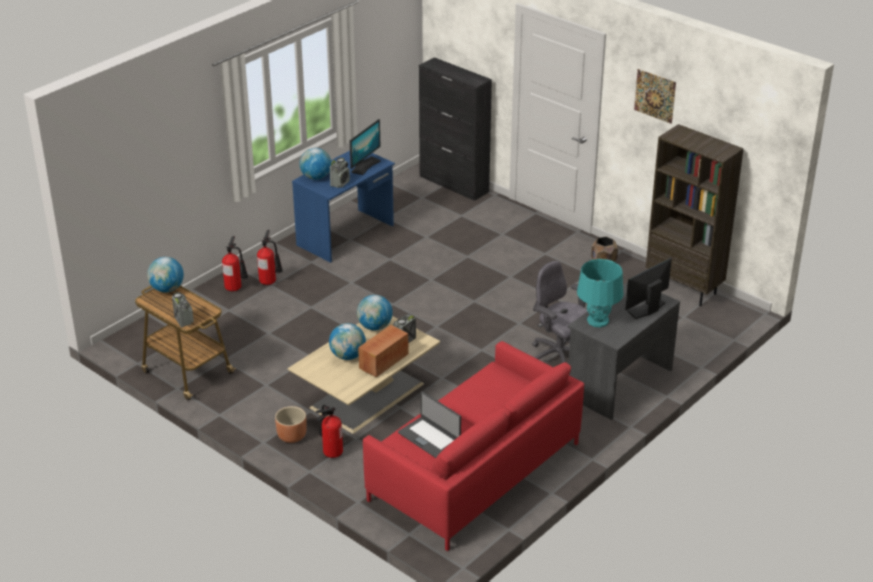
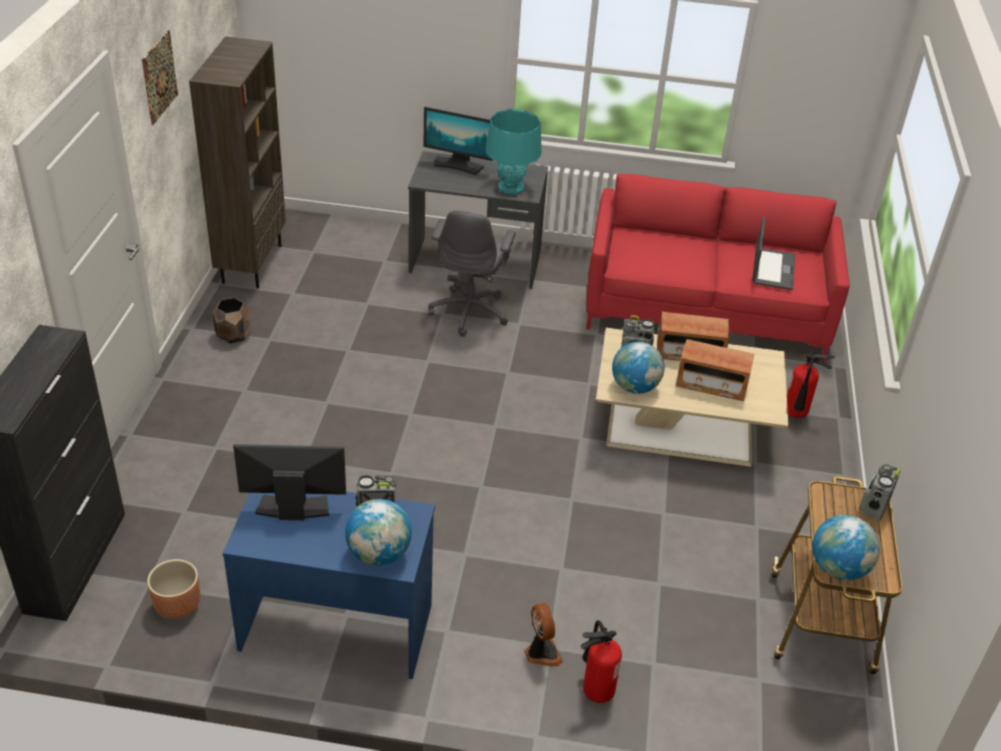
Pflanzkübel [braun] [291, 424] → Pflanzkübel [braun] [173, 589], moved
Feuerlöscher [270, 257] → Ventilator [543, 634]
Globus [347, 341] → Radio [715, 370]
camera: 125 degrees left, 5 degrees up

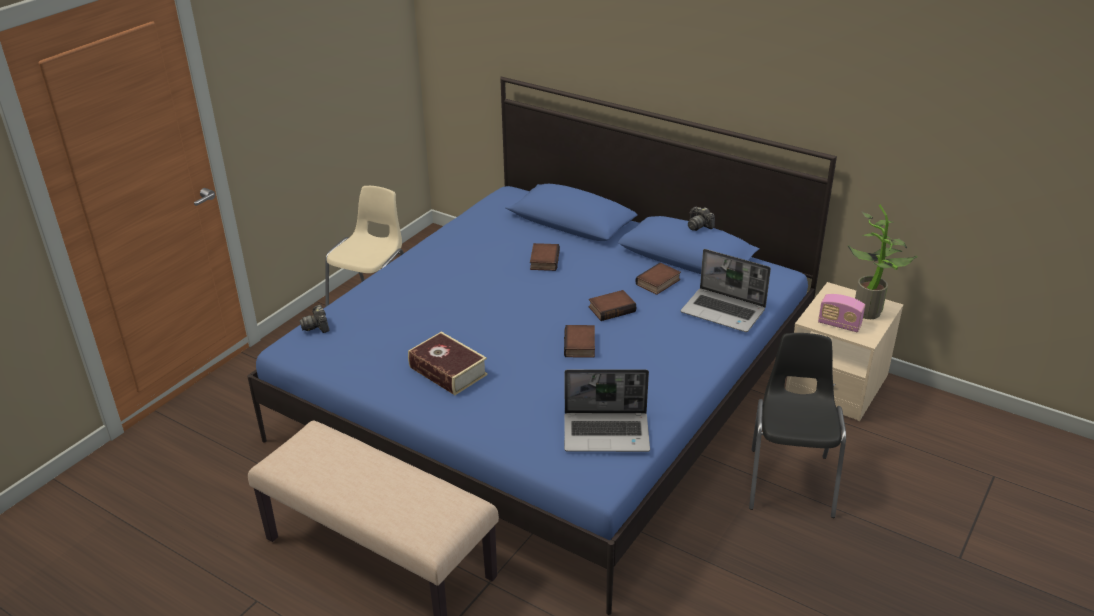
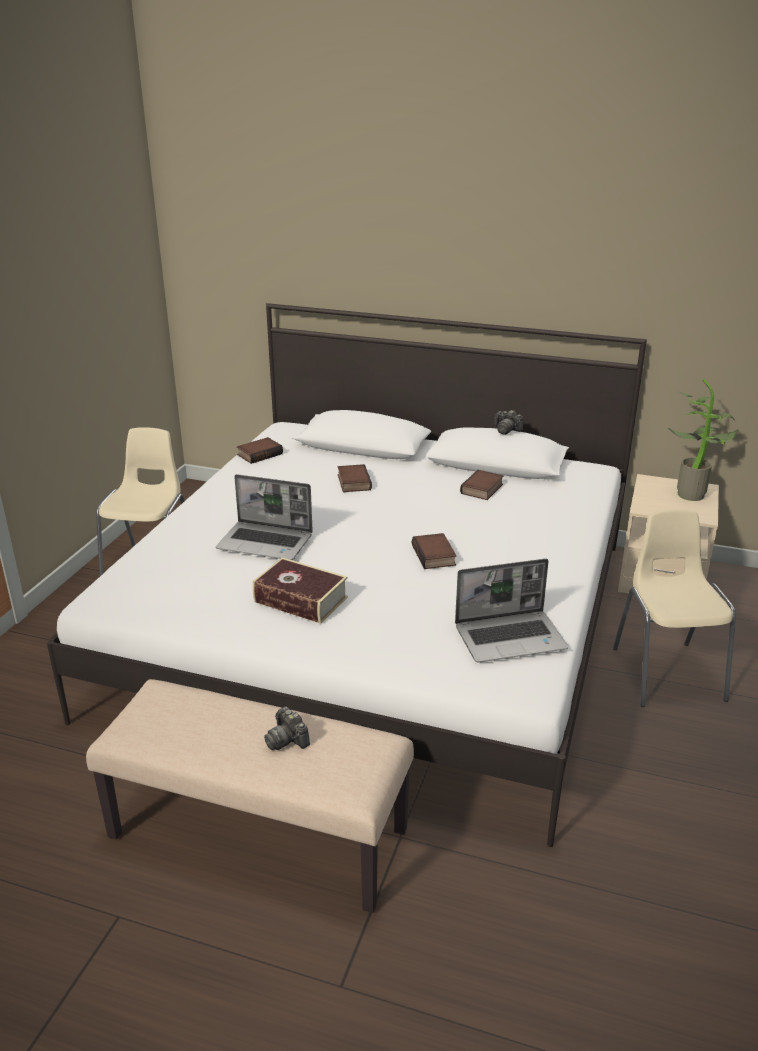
Radio [841, 313] → -
Kamera [314, 319] → Kamera [287, 728], moved
Buch [612, 305] → Buch [260, 450], moved
Laptop [726, 290] → Laptop [264, 517], moved
Bett [blau] [542, 346] → Bett [weiß] [347, 575]
Stuhl [schwarz] [797, 425] → Stuhl [beige] [674, 608]
camera: 15 degrees left, 5 degrees down

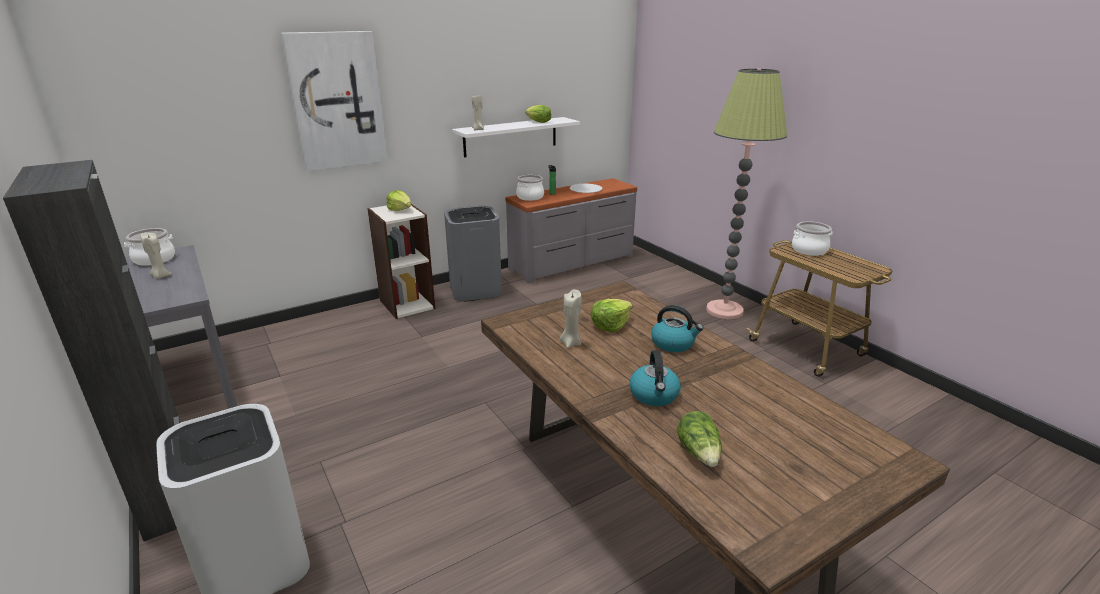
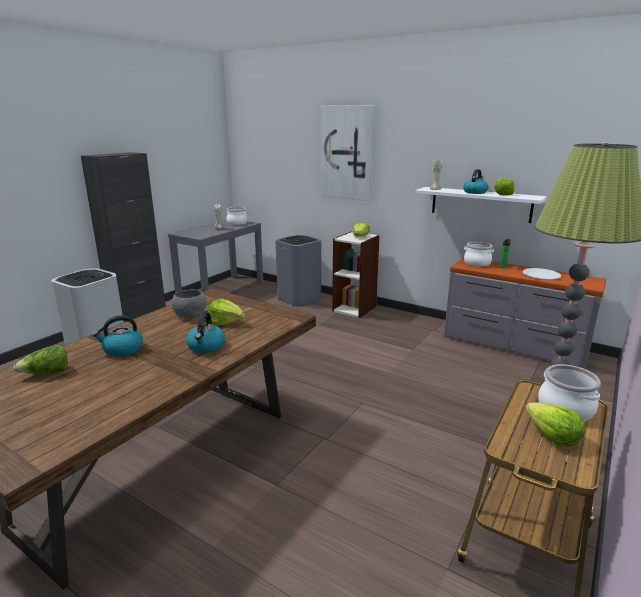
- → Wasserkessel [475, 181]
- → Salatkopf [555, 425]
Mülleimer [grau] [473, 253] → Mülleimer [grau] [298, 270], moved
Kerze [beige] [571, 318] → Schüssel [grau] [189, 303]
camera: 65 degrees right, 5 degrees down

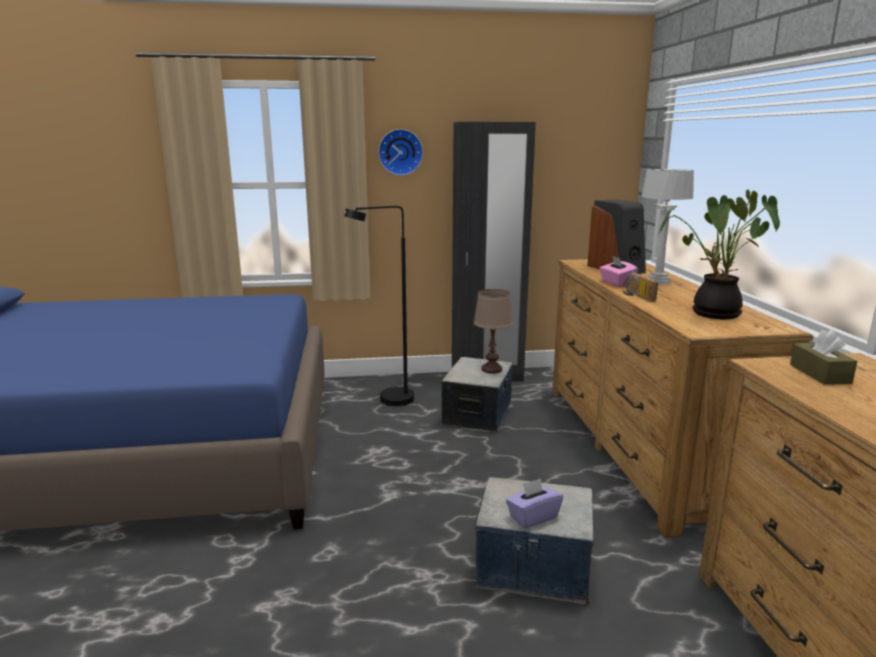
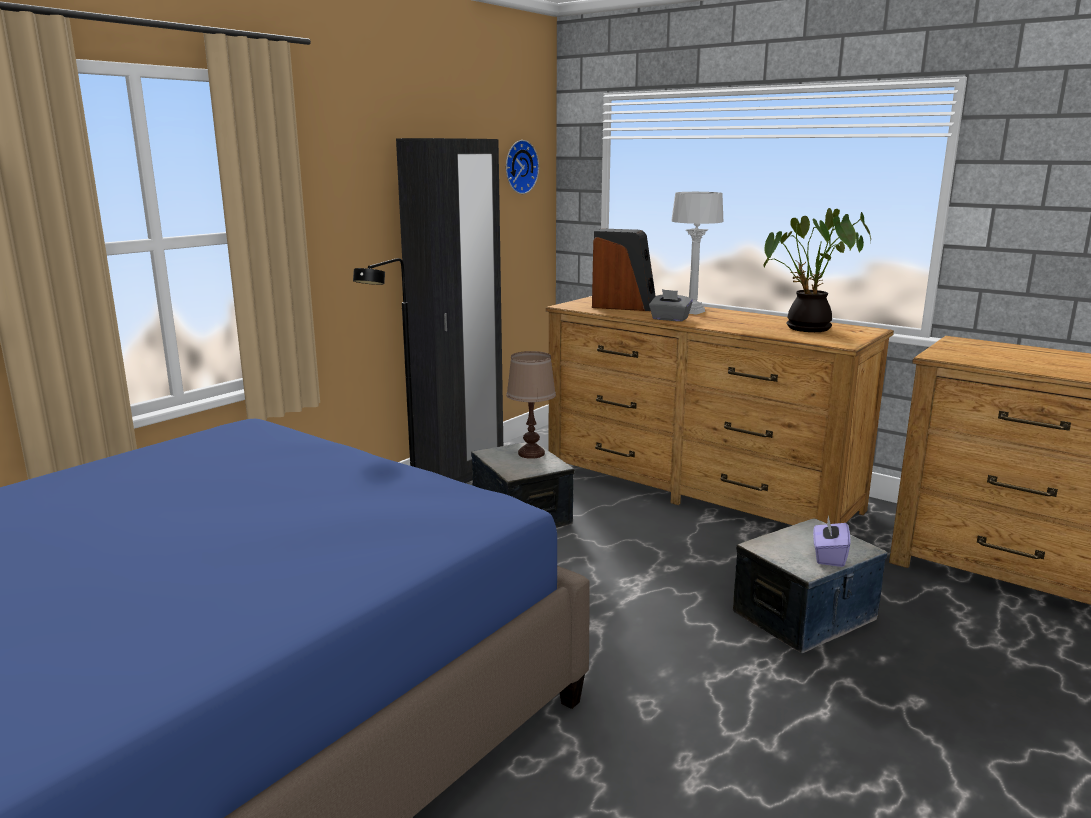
Radio [640, 287] → -
Taschentuchbox [braun] [823, 357] → -
Wanduhr [400, 152] → Wanduhr [522, 167], moved
Taschentuchbox [rosa] [619, 271] → Taschentuchbox [grau] [671, 305]
camera: 45 degrees left, 0 degrees up

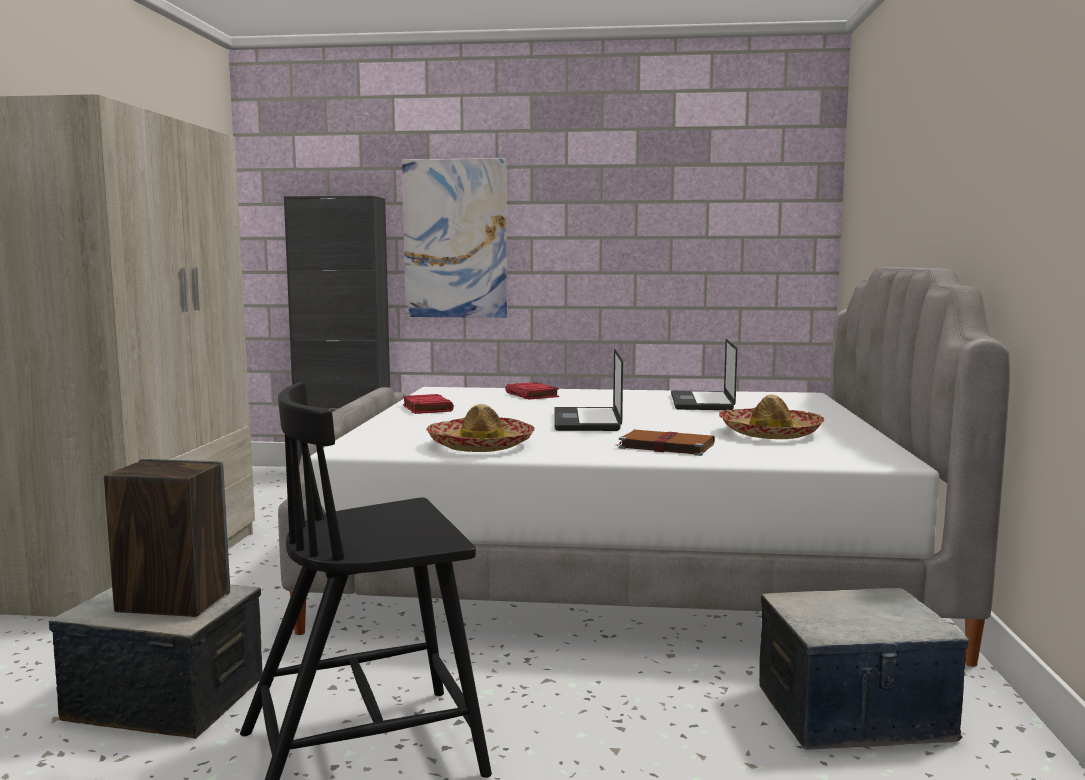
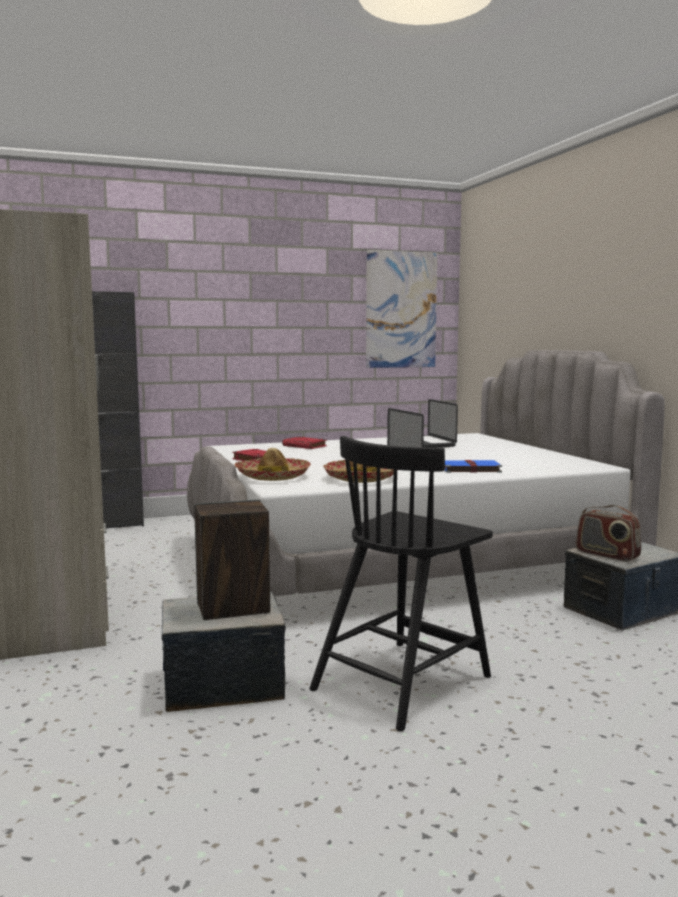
- → Radio [608, 533]
Bild [454, 238] → Bild [401, 309], moved
Hut [771, 416] → Hut [273, 464], moved
Buch [braun] [664, 443] → Buch [blau] [473, 466]
camera: 25 degrees left, 0 degrees up

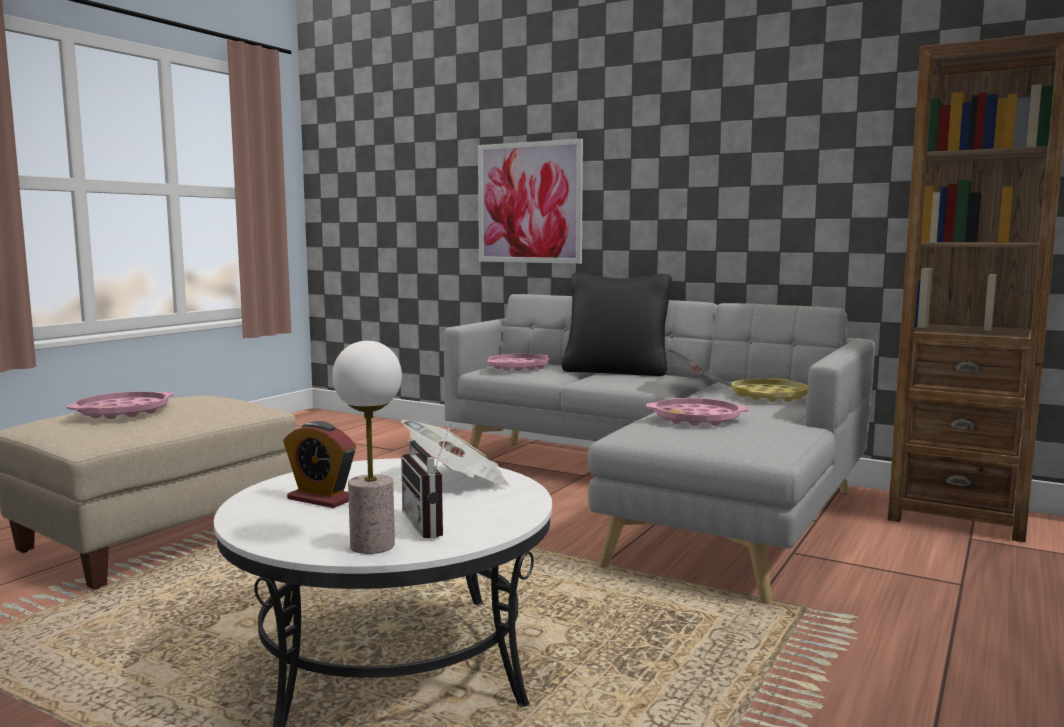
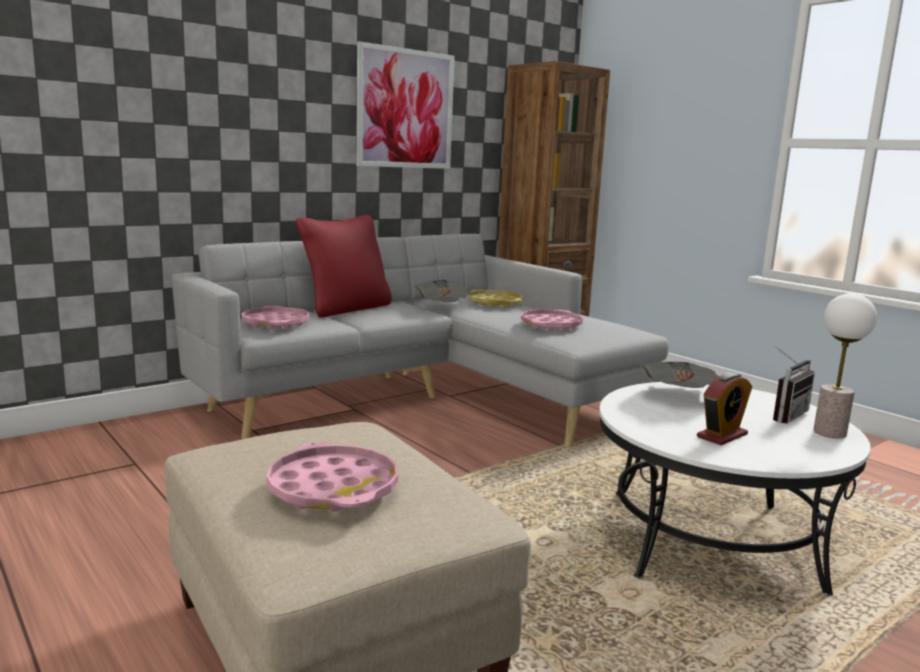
Bild [530, 201] → Bild [405, 105], moved
Kissen [schwarz] [616, 324] → Kissen [rot] [343, 266]
Radio [426, 481] → Radio [794, 384], 45 degrees counterclockwise
camera: 70 degrees left, 5 degrees up

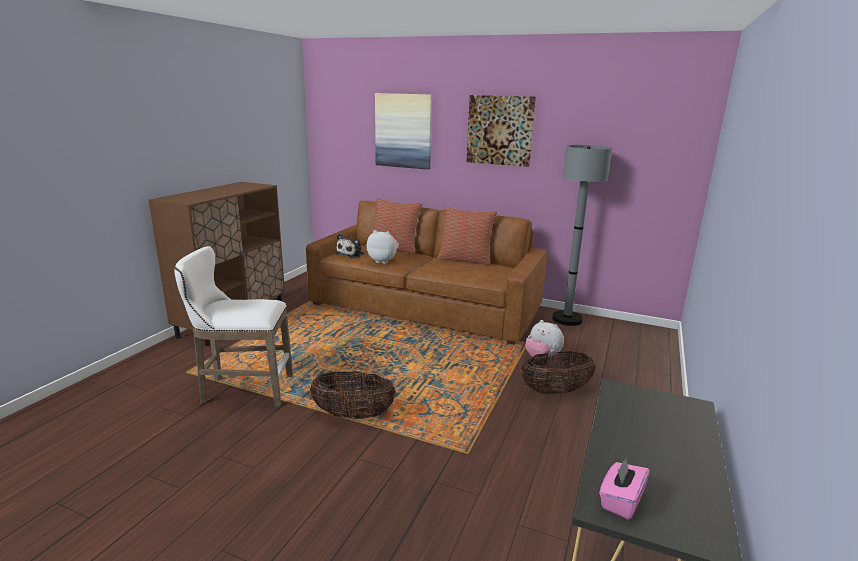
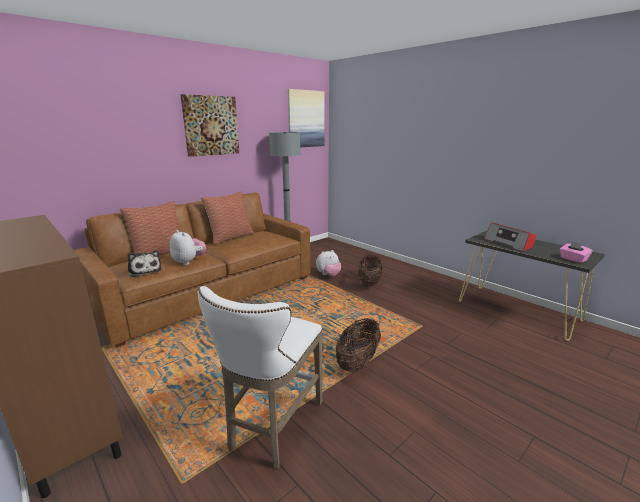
- → Radio [510, 236]
Bild [403, 131] → Bild [306, 118], moved
Plüschtier [383, 247] → Plüschtier [188, 247], 90 degrees clockwise
camera: 65 degrees left, 0 degrees up

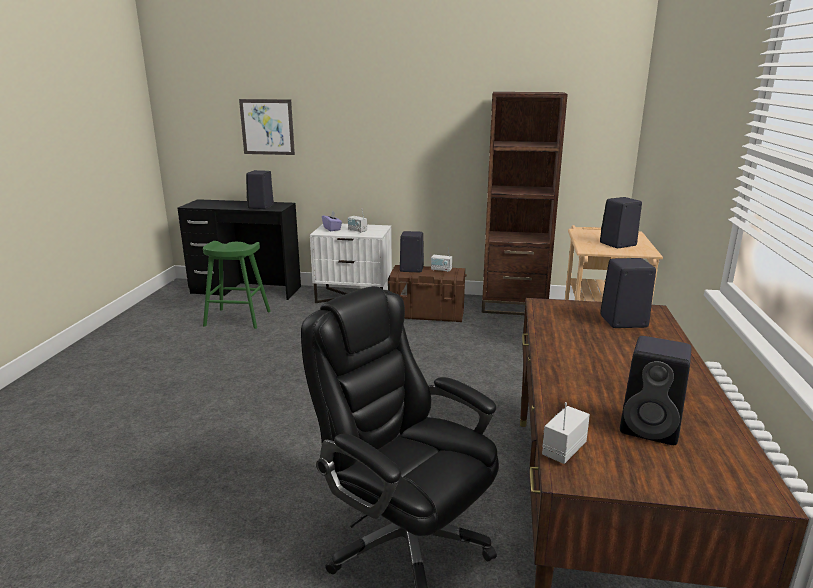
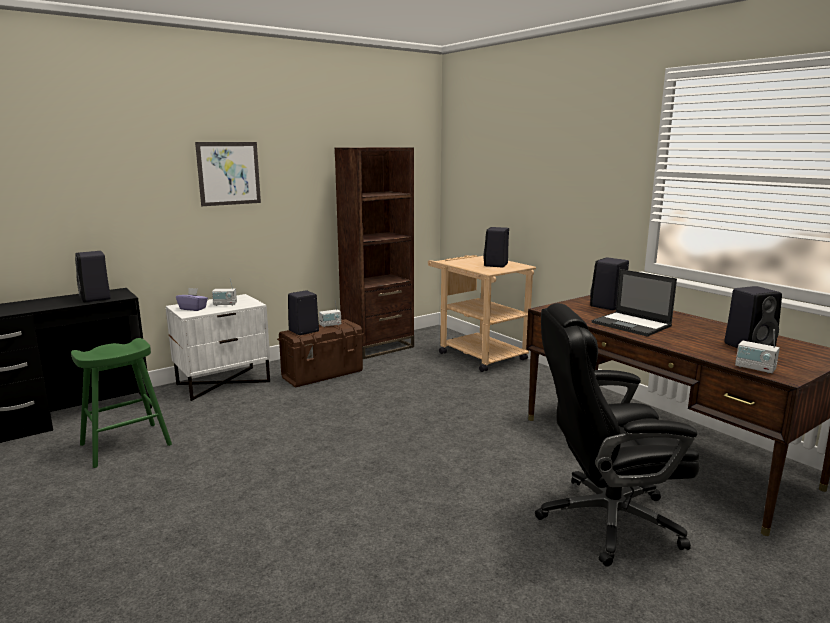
- → Laptop [634, 303]
Bild [267, 127] → Bild [228, 174], moved
Radio [566, 433] → Radio [757, 351], 45 degrees counterclockwise
camera: 45 degrees left, 5 degrees down

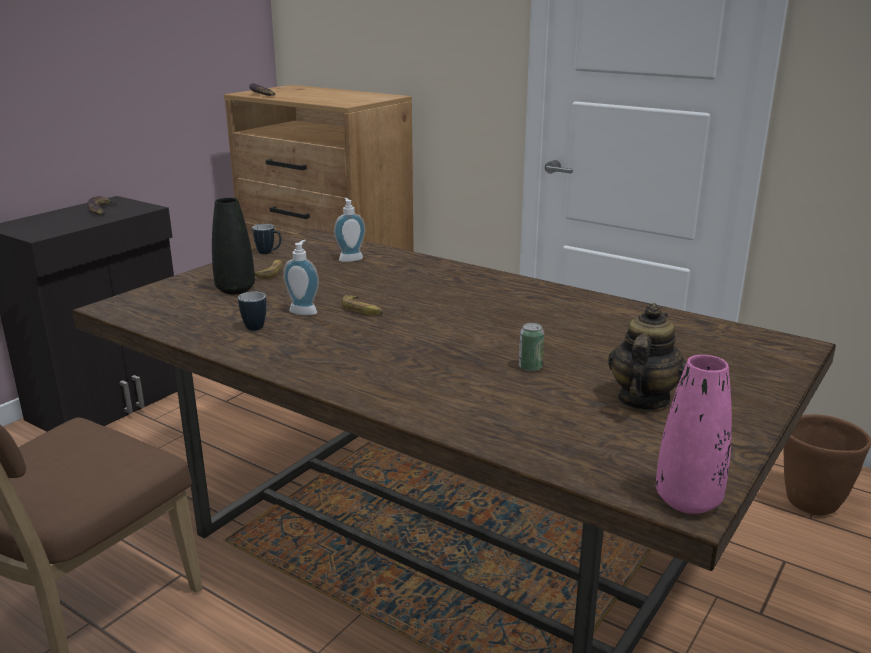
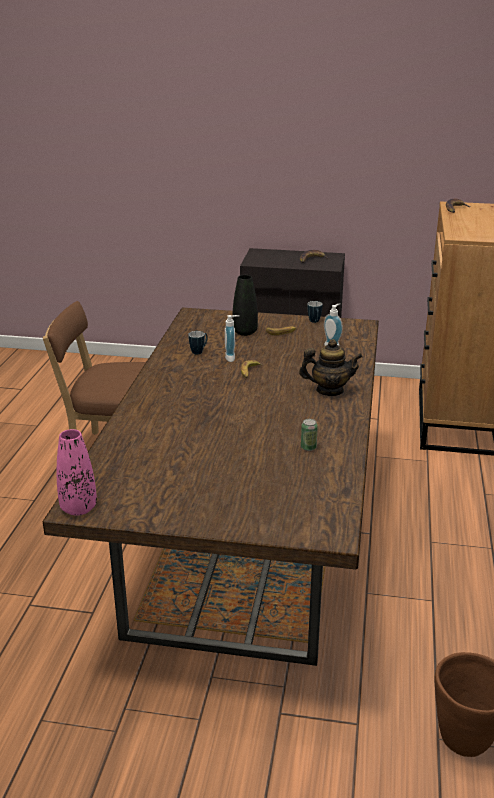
Dose [531, 347] → Dose [309, 435], moved
Teekanne [647, 356] → Teekanne [331, 367], moved
camera: 65 degrees right, 5 degrees up

